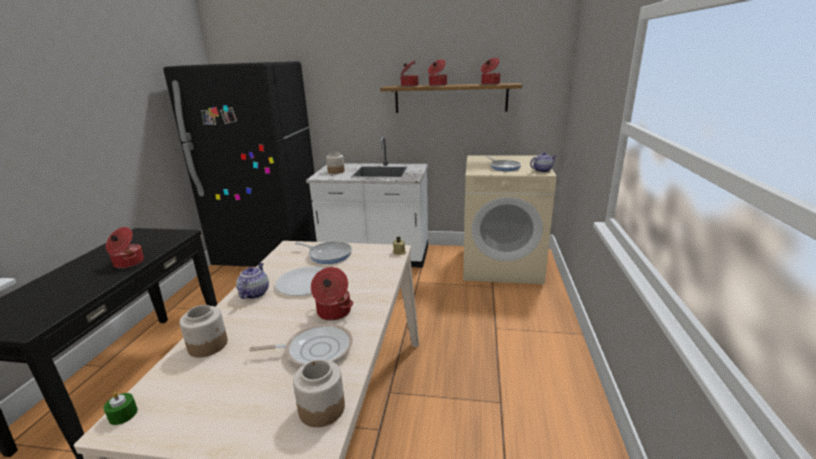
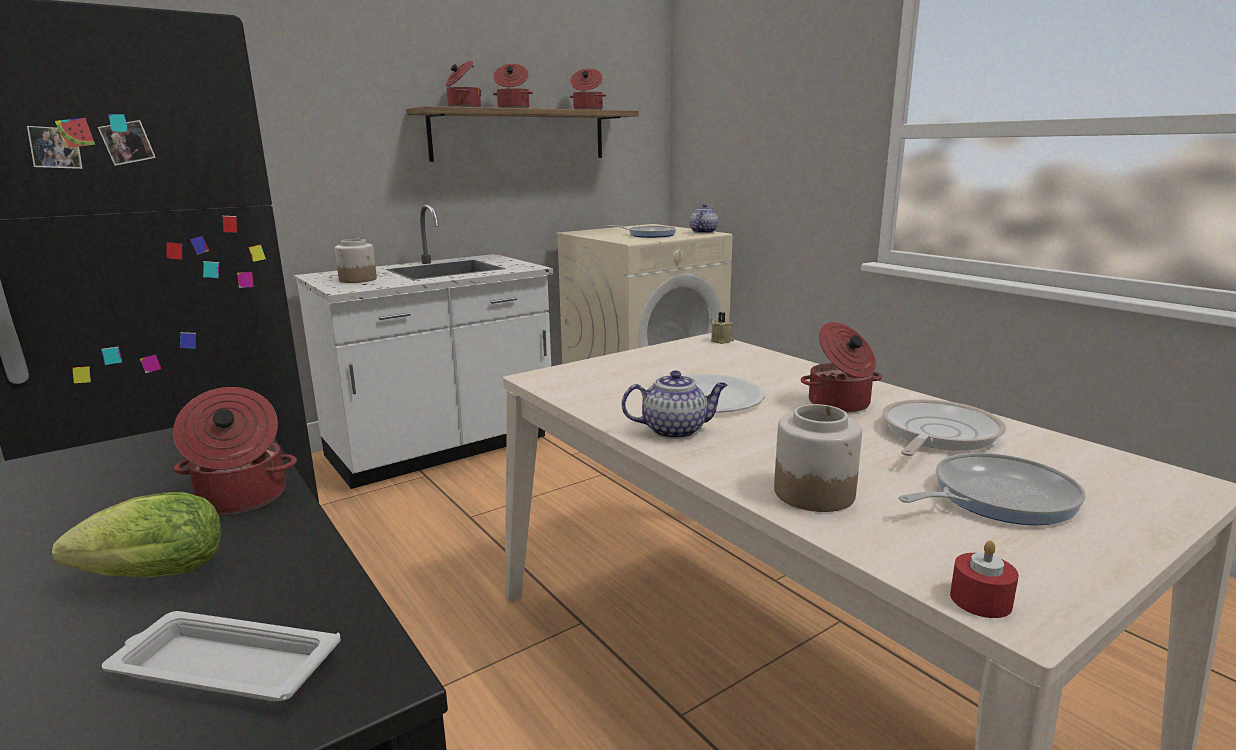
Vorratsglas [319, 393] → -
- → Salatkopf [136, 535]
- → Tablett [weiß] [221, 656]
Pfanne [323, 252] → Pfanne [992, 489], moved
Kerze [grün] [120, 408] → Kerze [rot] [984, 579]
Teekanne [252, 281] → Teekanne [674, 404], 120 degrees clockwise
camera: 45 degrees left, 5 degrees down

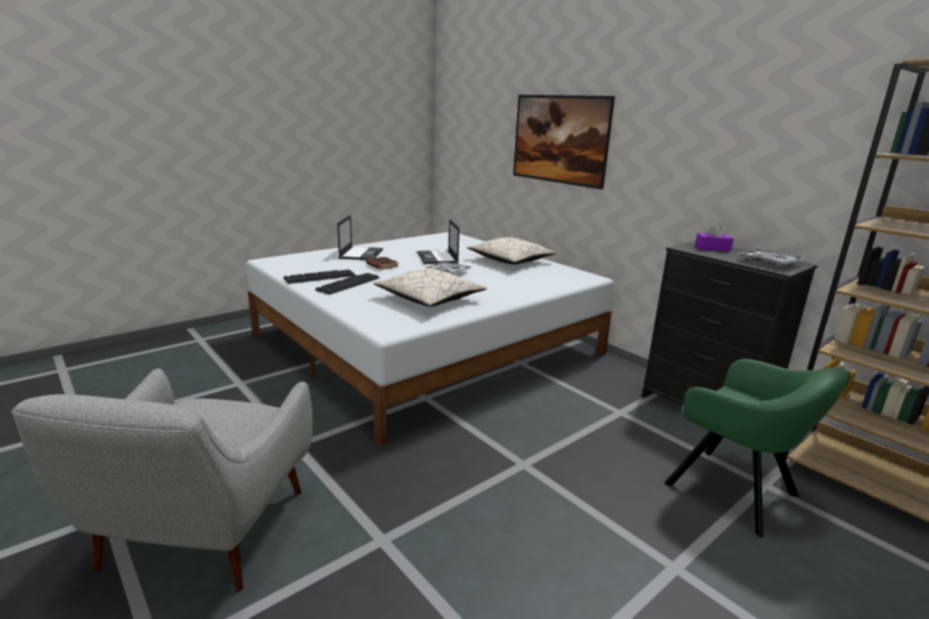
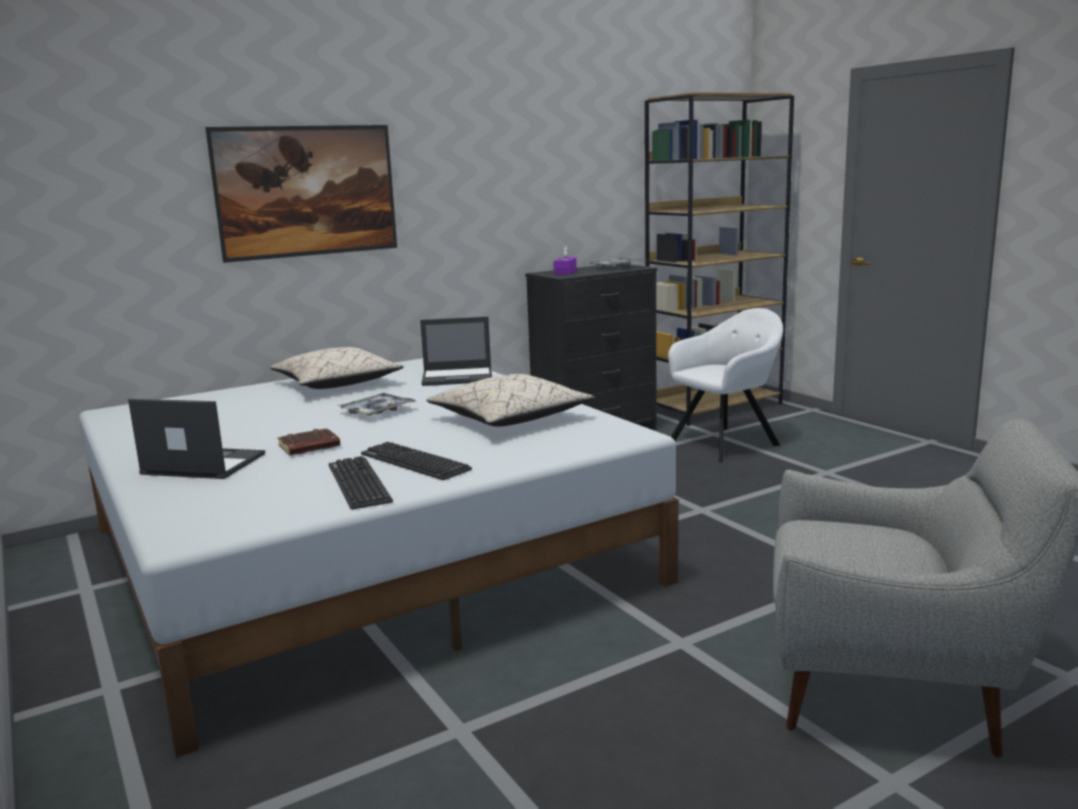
Laptop [438, 241] → Laptop [456, 351], moved
Sessel [grün] [757, 448] → Sessel [weiß] [725, 385]
camera: 80 degrees left, 5 degrees down

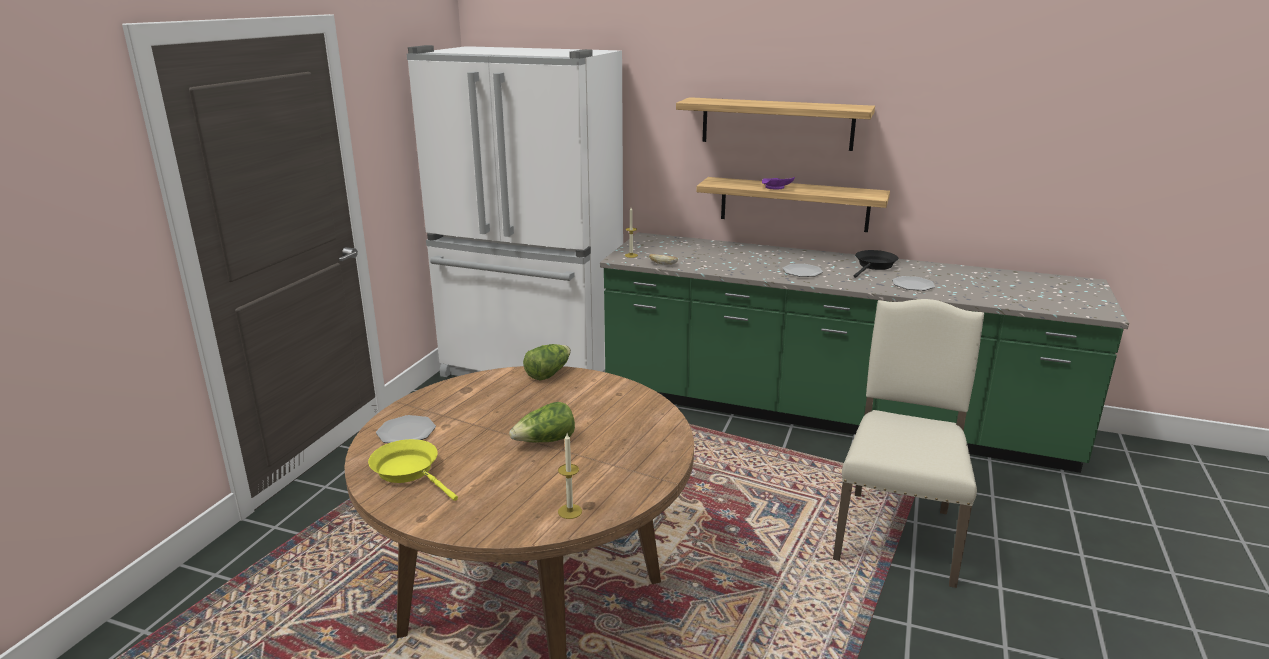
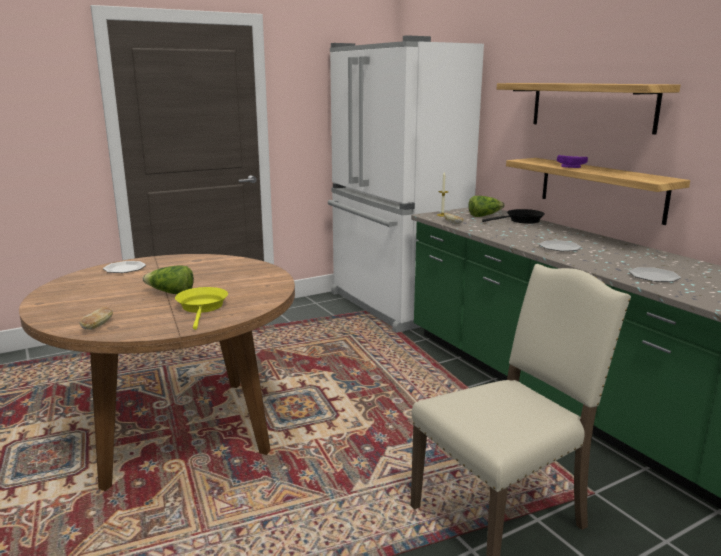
Pfanne [gelb] [413, 470] → Pfanne [gelb] [201, 308], moved
Salatkopf [547, 362] → Salatkopf [486, 206], moved
Pfanne [schwarz] [876, 264] → Pfanne [schwarz] [513, 216], moved
Kerze [570, 476] → Brot [96, 318]
camera: 40 degrees right, 5 degrees down

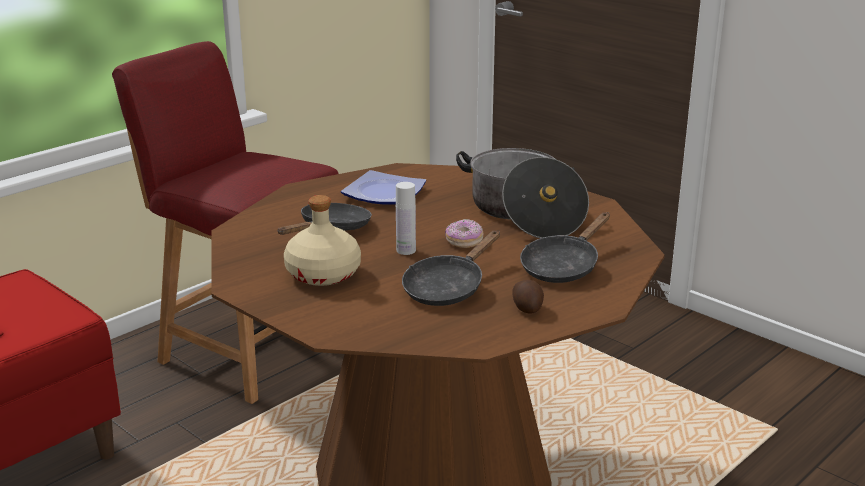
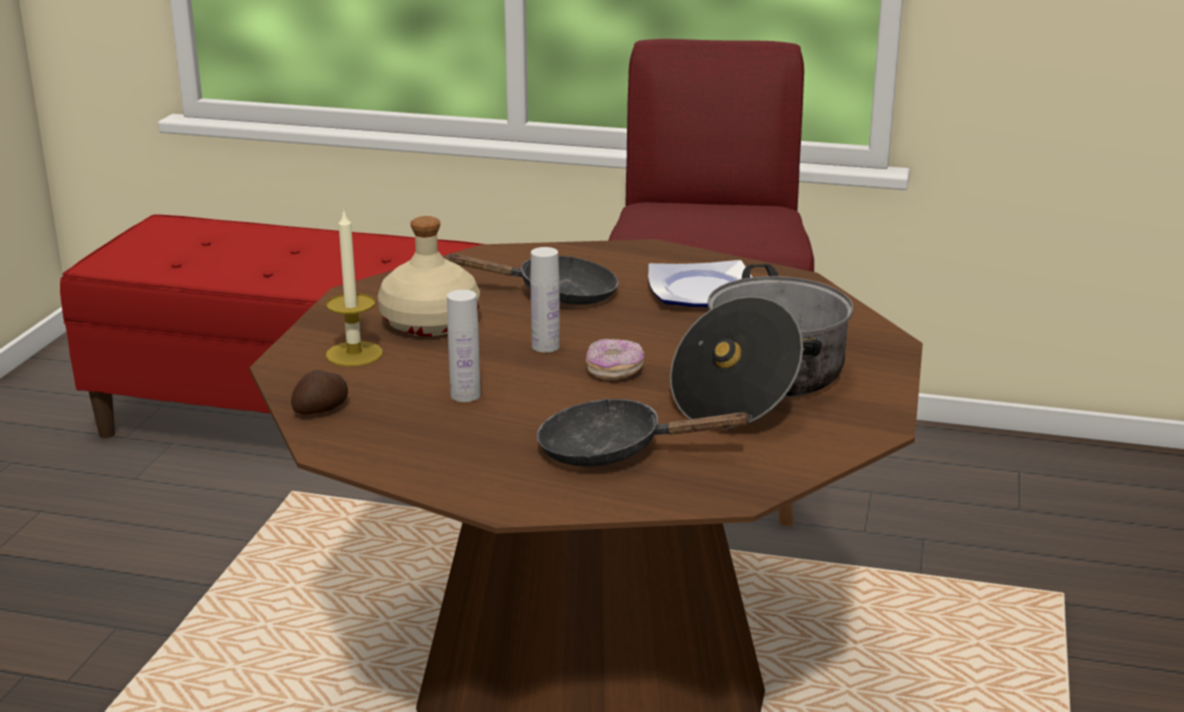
- → Kerze [354, 288]
Kartoffel [528, 296] → Kartoffel [319, 392], moved
Pfanne [schwarz] [451, 268] → Flasche [weiß] [464, 346]
camera: 60 degrees right, 0 degrees up

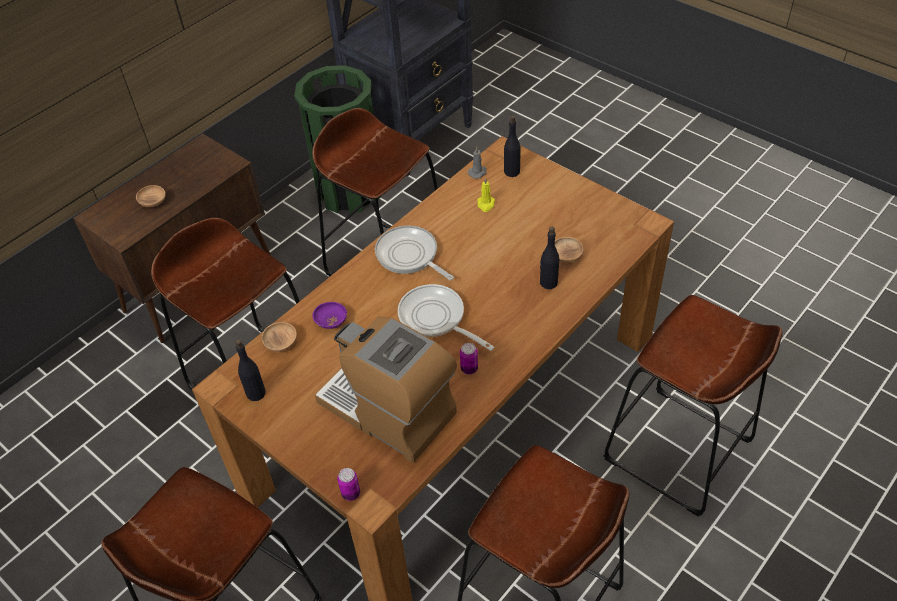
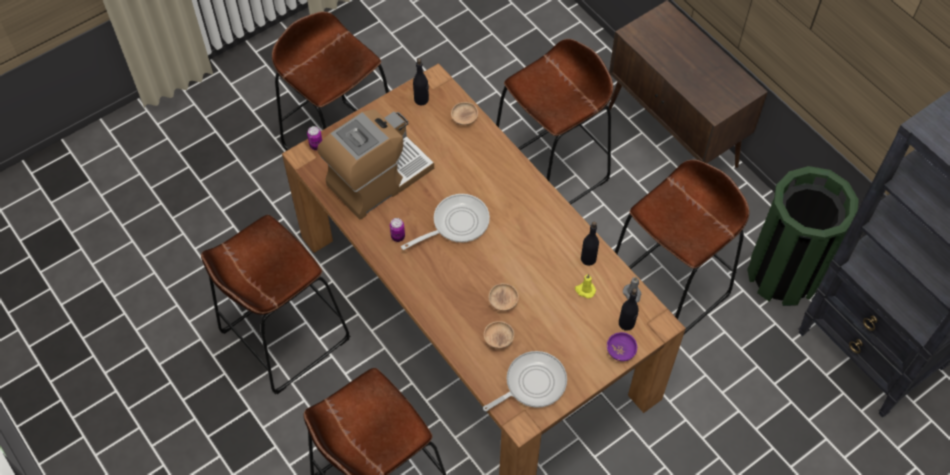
Schüssel [braun] [151, 196] → Schüssel [braun] [503, 297], moved
Schüssel [lila] [329, 315] → Schüssel [lila] [622, 346], moved
Pfanne [414, 253] → Pfanne [525, 381], moved
Flasche [schwarz] [549, 257] → Flasche [schwarz] [590, 244], moved
camera: 100 degrees right, 10 degrees up

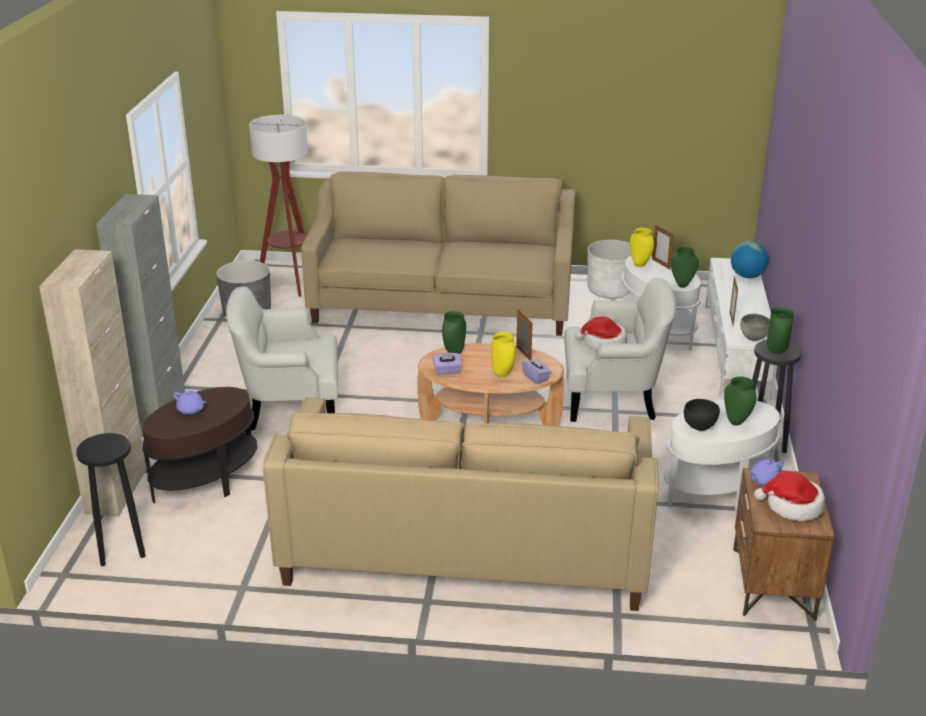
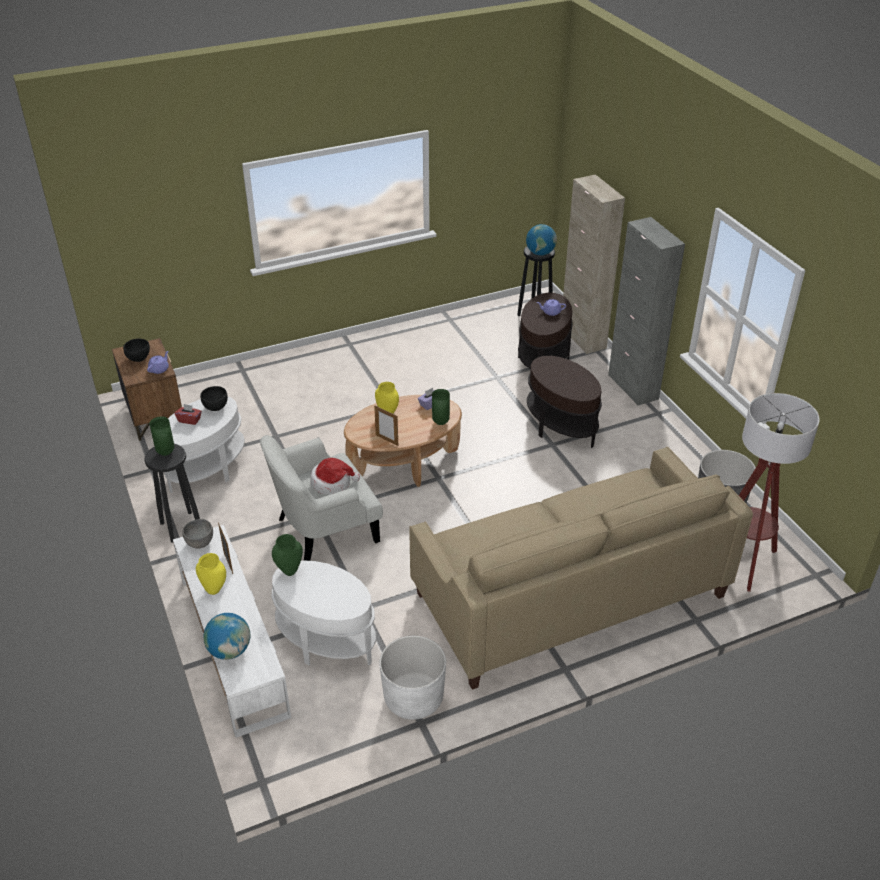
Sofa [beige] [460, 504] → -
Taschentuchbox [lila] [536, 370] → -
Bilderrahmen [663, 246] → -
- → Globus [541, 239]
Vase [gelb] [642, 247] → Vase [gelb] [211, 574], moved
Sessel [weiß] [282, 359] → Beistelltisch [braun] [564, 402]
Vase [grün] [740, 401] → Taschentuchbox [rot] [188, 414]
Hut [789, 496] → Schüssel [schwarz] [136, 350]
camera: 150 degrees right, 10 degrees up

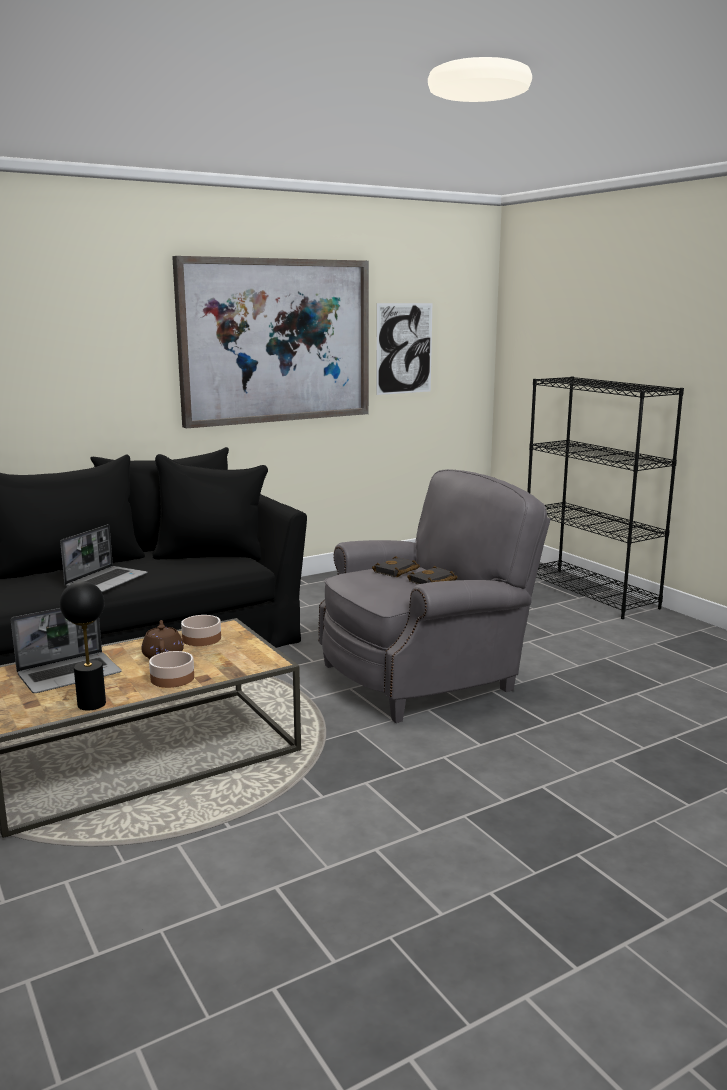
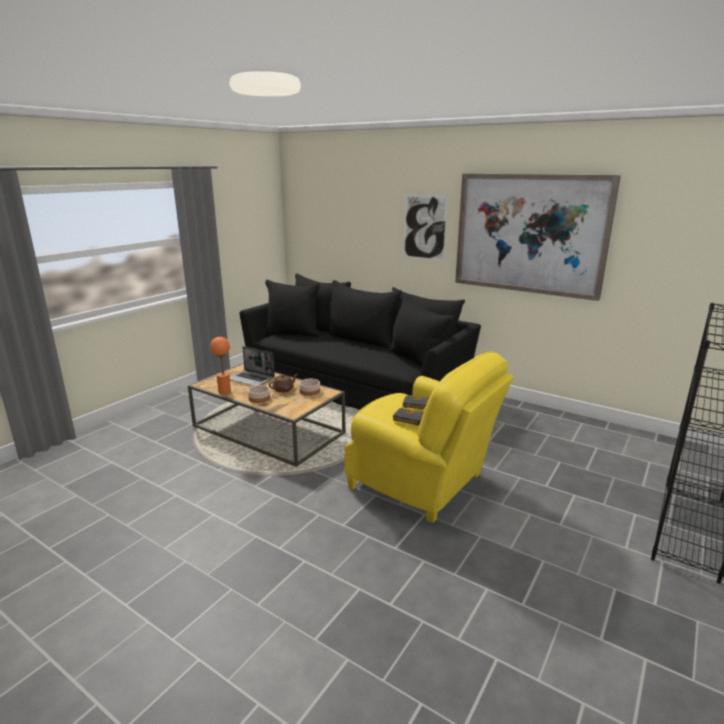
Laptop [104, 558] → -
Bild [404, 349] → Bild [426, 228], moved
Tischlampe [schwarz] [83, 646] → Tischlampe [orange] [220, 365]
Sessel [grau] [434, 596] → Sessel [gelb] [429, 437]
camera: 65 degrees right, 5 degrees up

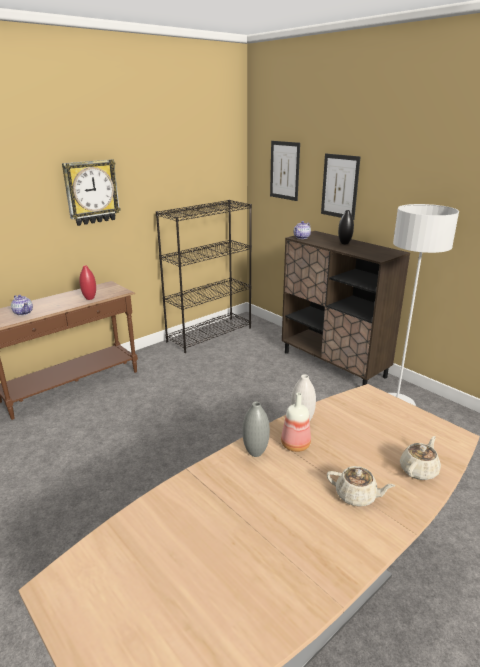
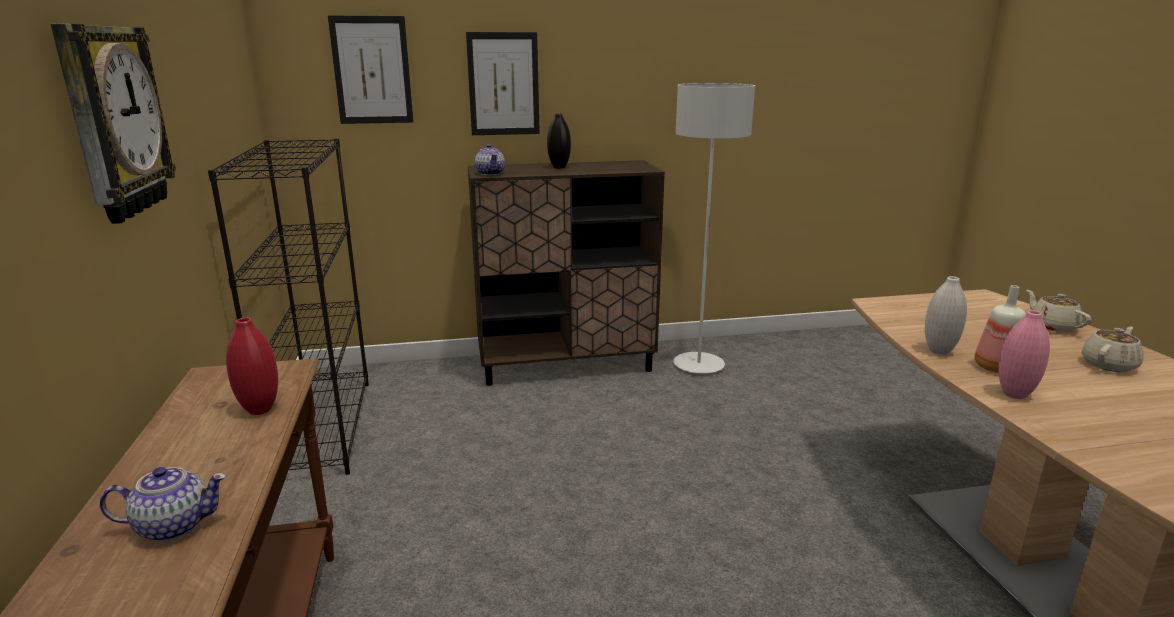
Vase [grau] [256, 429] → Vase [rosa] [1024, 354]
camera: 60 degrees left, 5 degrees down

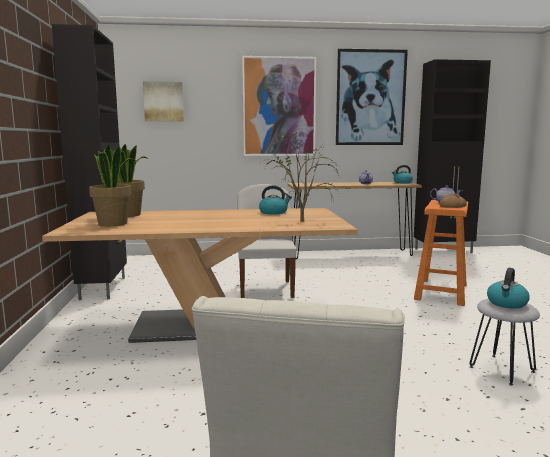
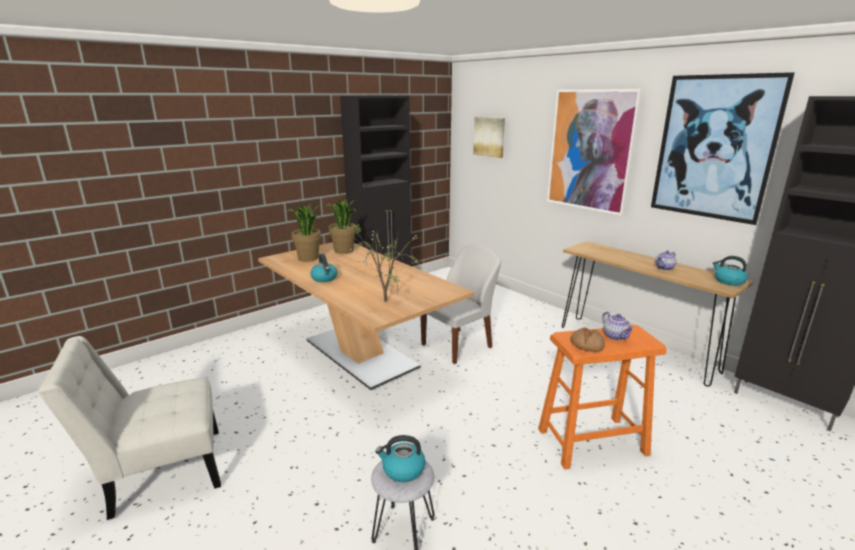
Wasserkessel [275, 199] → Wasserkessel [324, 268], moved
camera: 55 degrees right, 10 degrees up

